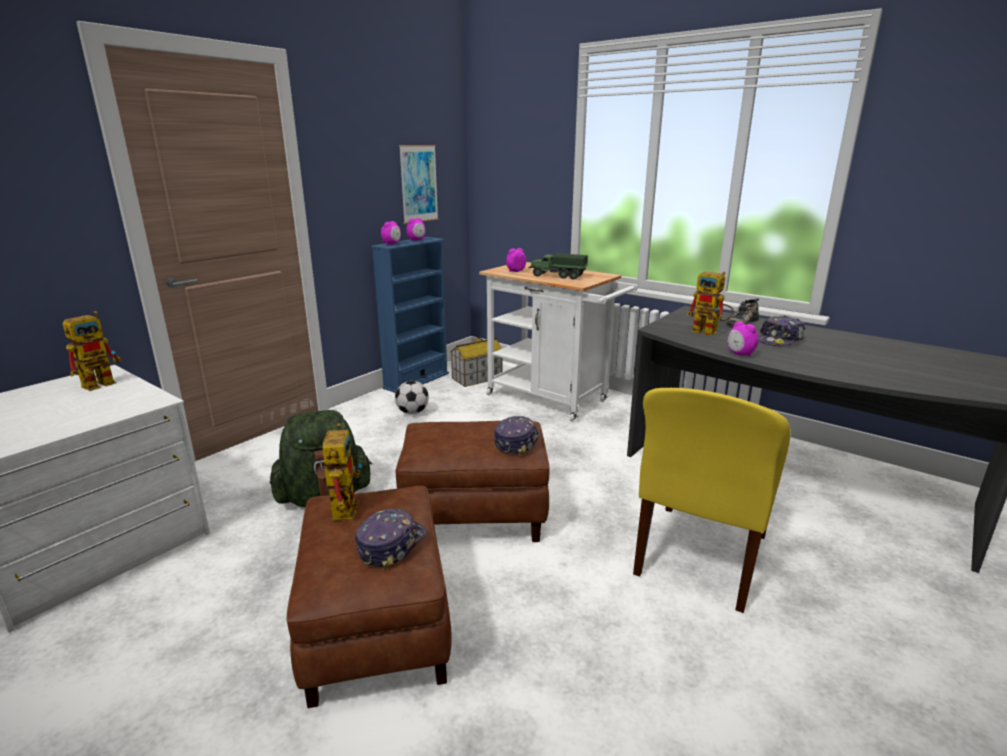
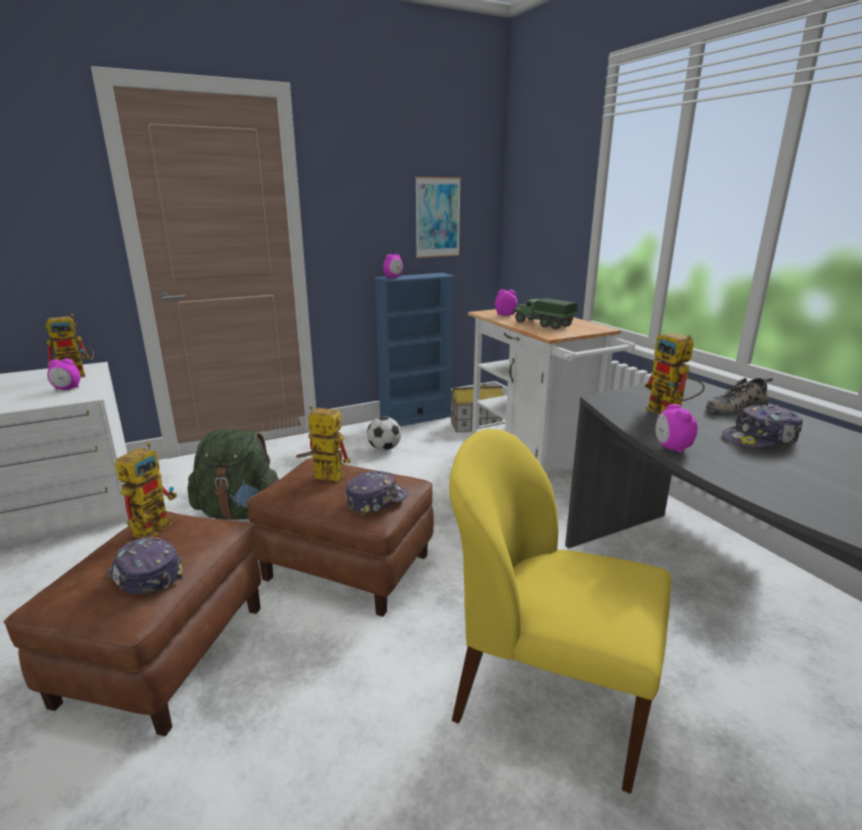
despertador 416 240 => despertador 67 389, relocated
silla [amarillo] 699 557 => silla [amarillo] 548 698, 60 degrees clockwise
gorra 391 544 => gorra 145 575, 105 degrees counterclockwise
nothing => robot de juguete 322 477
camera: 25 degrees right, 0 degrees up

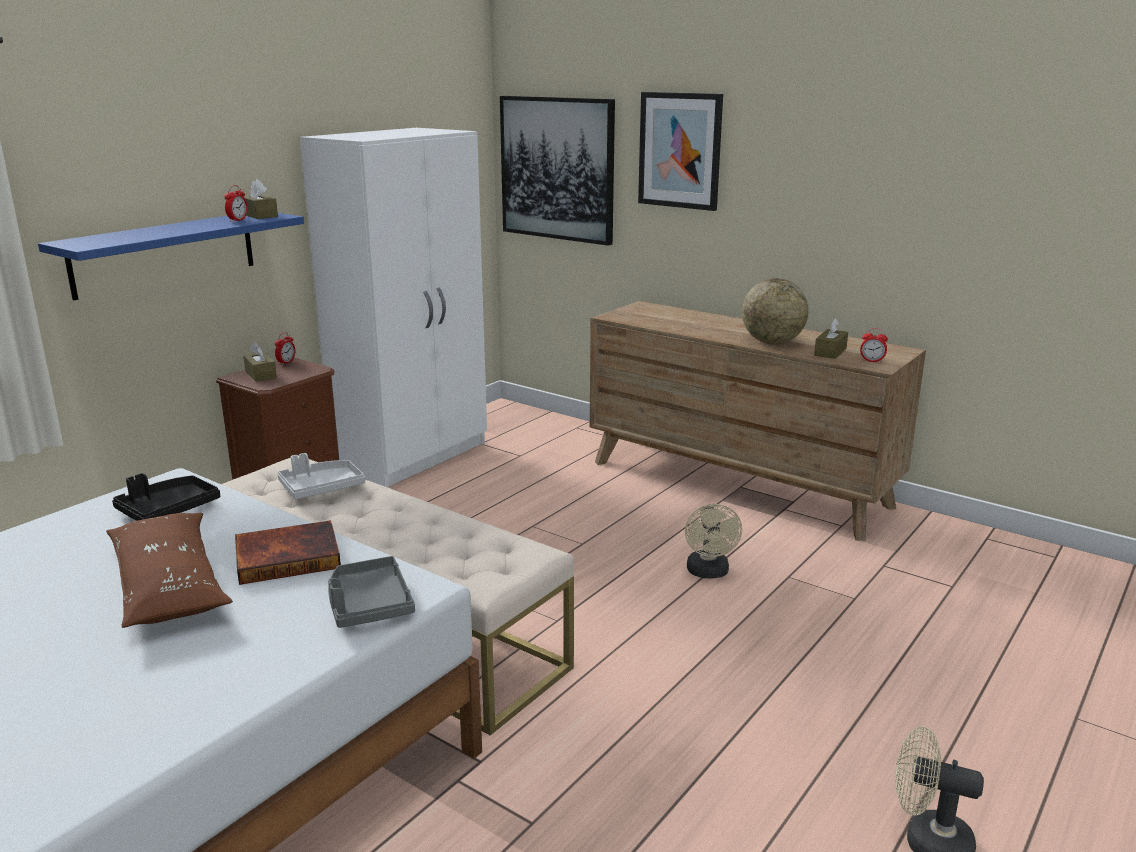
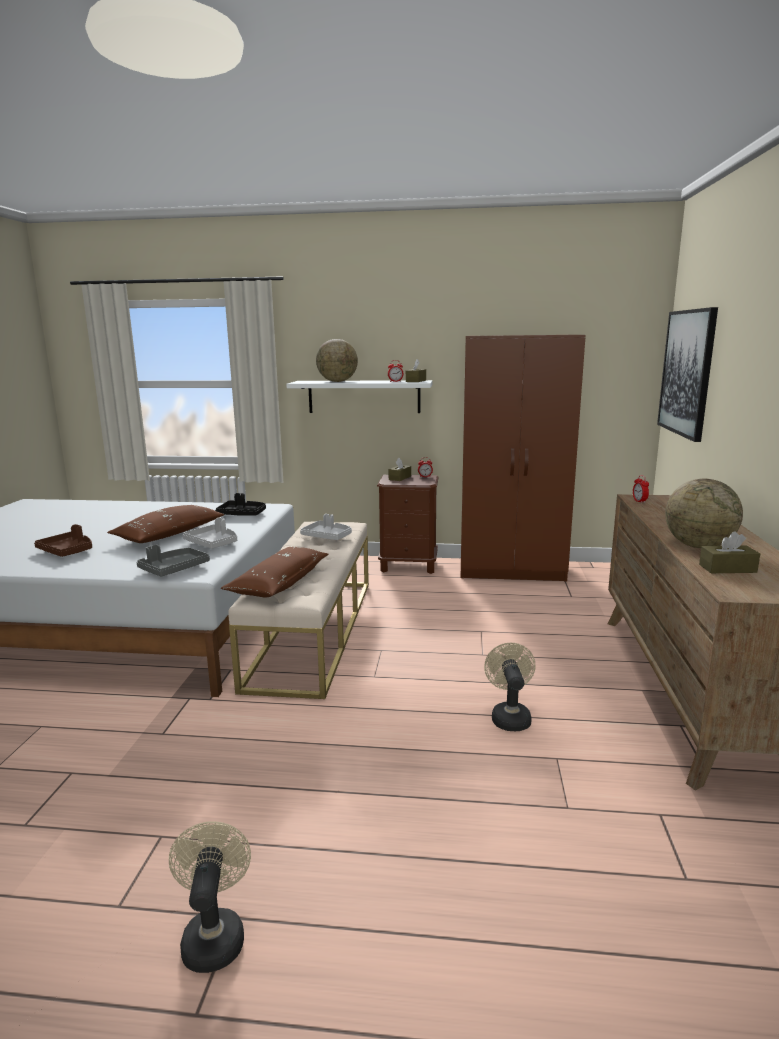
cuadro 680 150 => nothing
armario ropero [blanco] 414 456 => armario ropero [marrón] 512 570
estante [azul] 165 253 => estante [blanco] 364 396
despertador 872 361 => despertador 639 501, relocated
ventilador [beis] 709 573 => ventilador [beis] 509 716, 120 degrees clockwise
libro 288 556 => bandeja [gris] 213 543
nothing => globo terráqueo 337 381
nothing => bandeja [marrón] 68 551
nothing => cojín [marrón] 279 583
camera: 60 degrees right, 5 degrees down

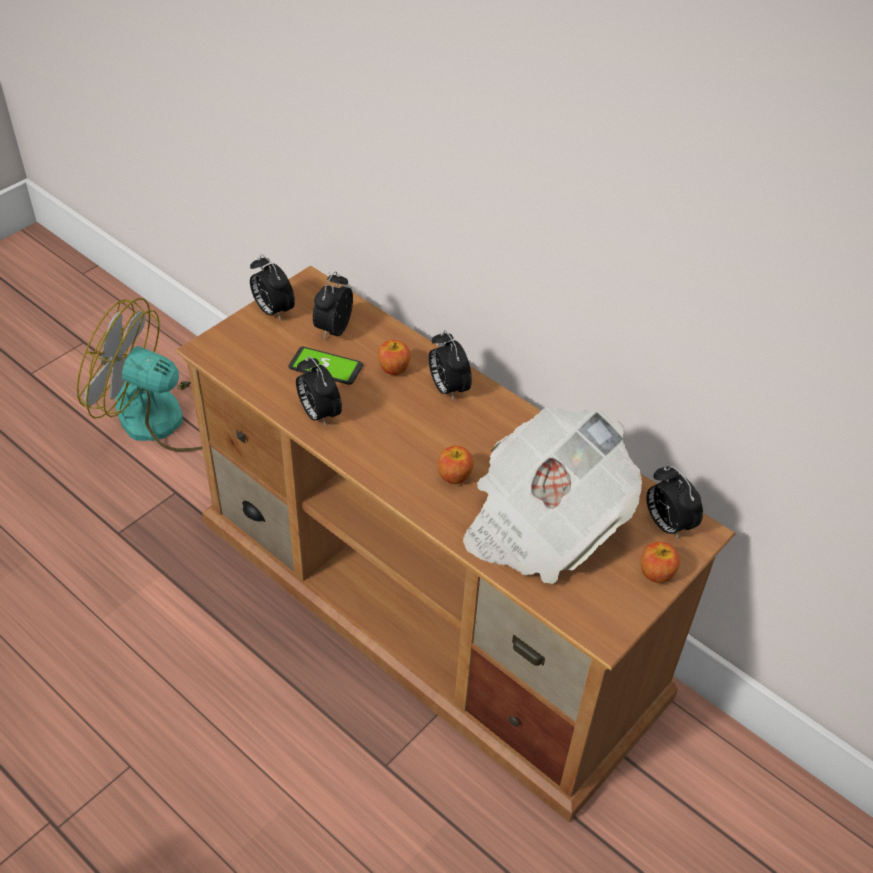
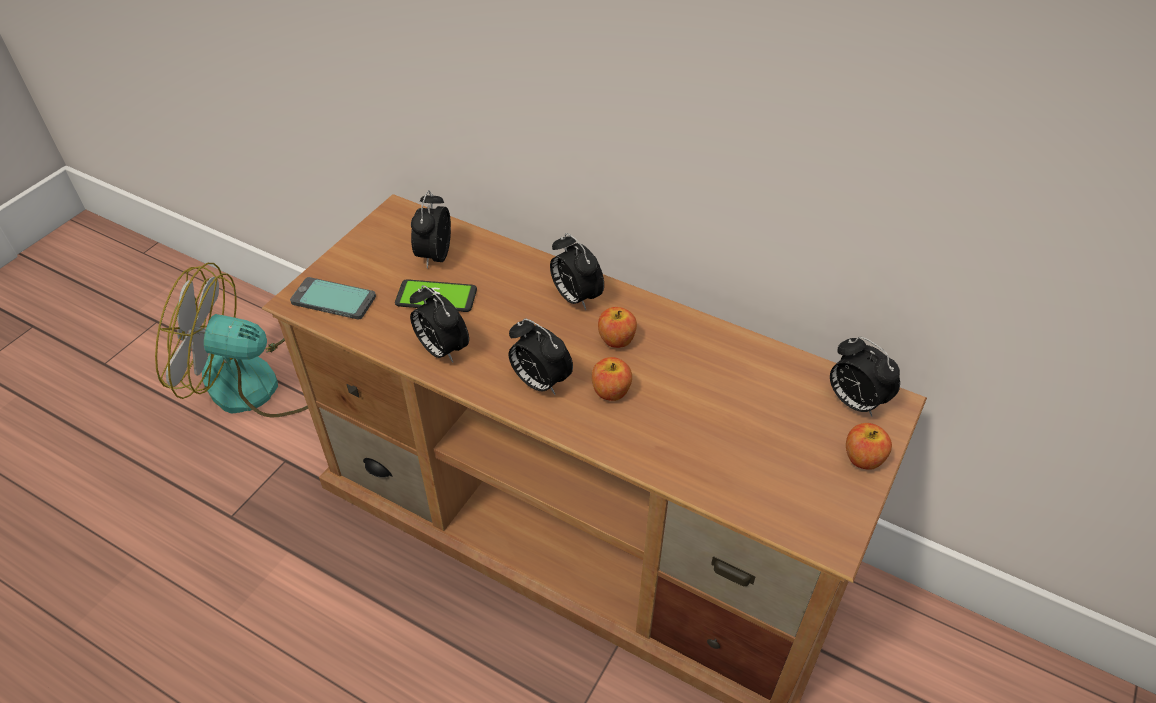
despertador 273 311 => despertador 539 382, relocated
manzana 394 368 => manzana 616 340, relocated
periódico 542 522 => nothing
nothing => móvil 333 300
camera: 10 degrees left, 0 degrees up

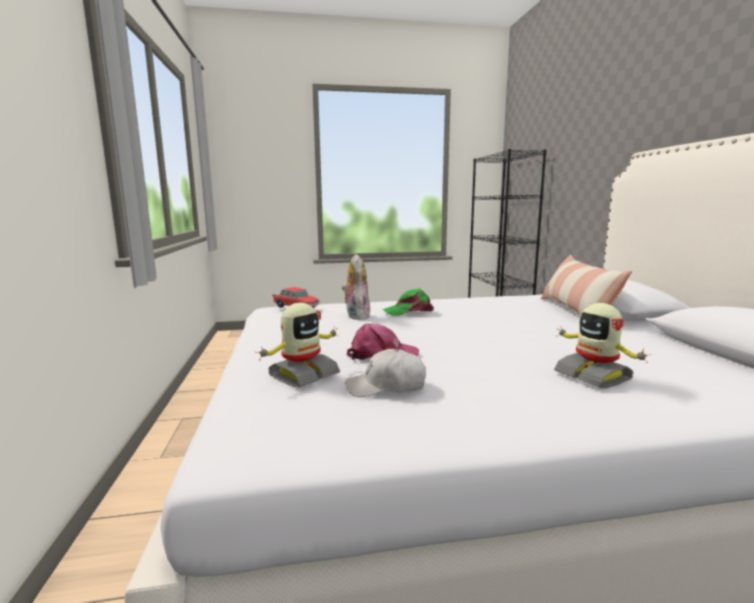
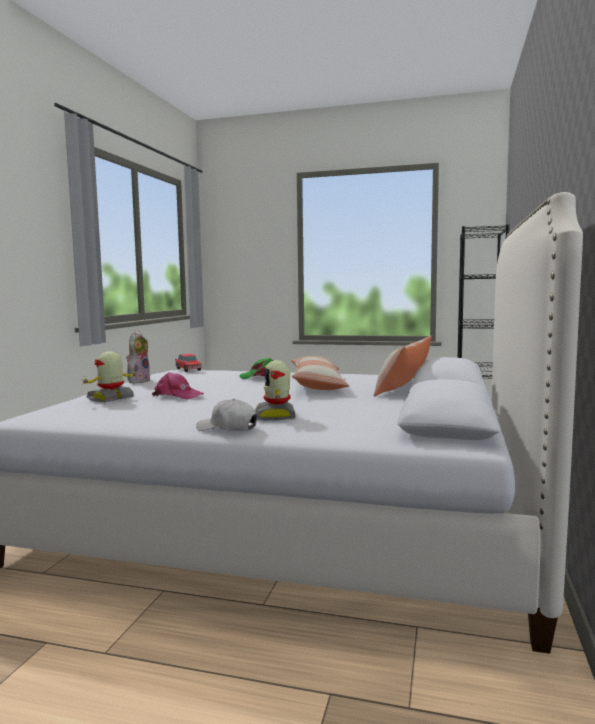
peluche 356 315 => peluche 138 381, relocated
robot de juguete 303 375 => robot de juguete 111 398, 150 degrees clockwise
gorra [blanco] 386 387 => gorra [blanco] 227 428, relocated
nothing => cojín 317 385
camera: 25 degrees right, 5 degrees down

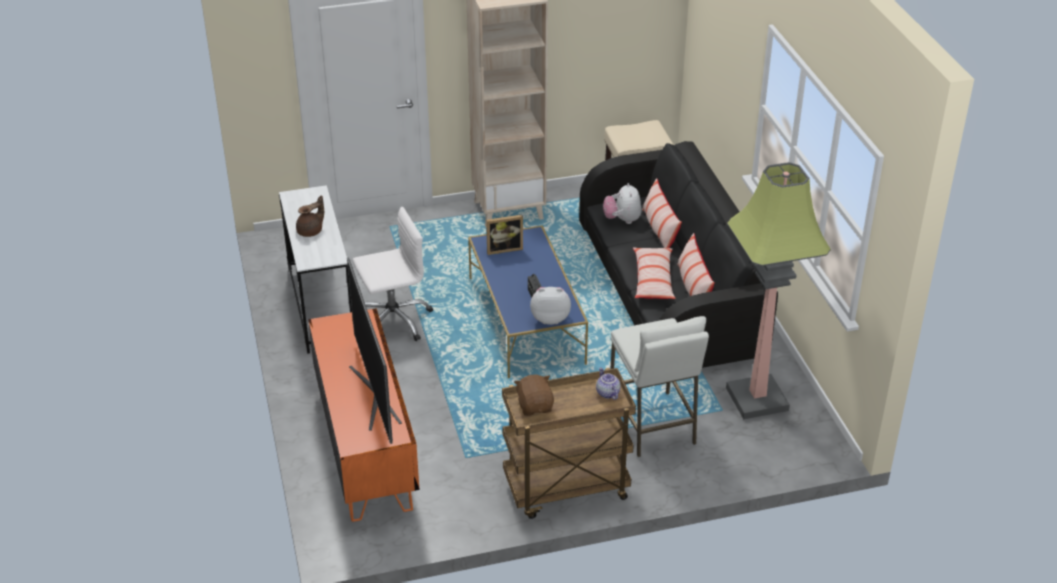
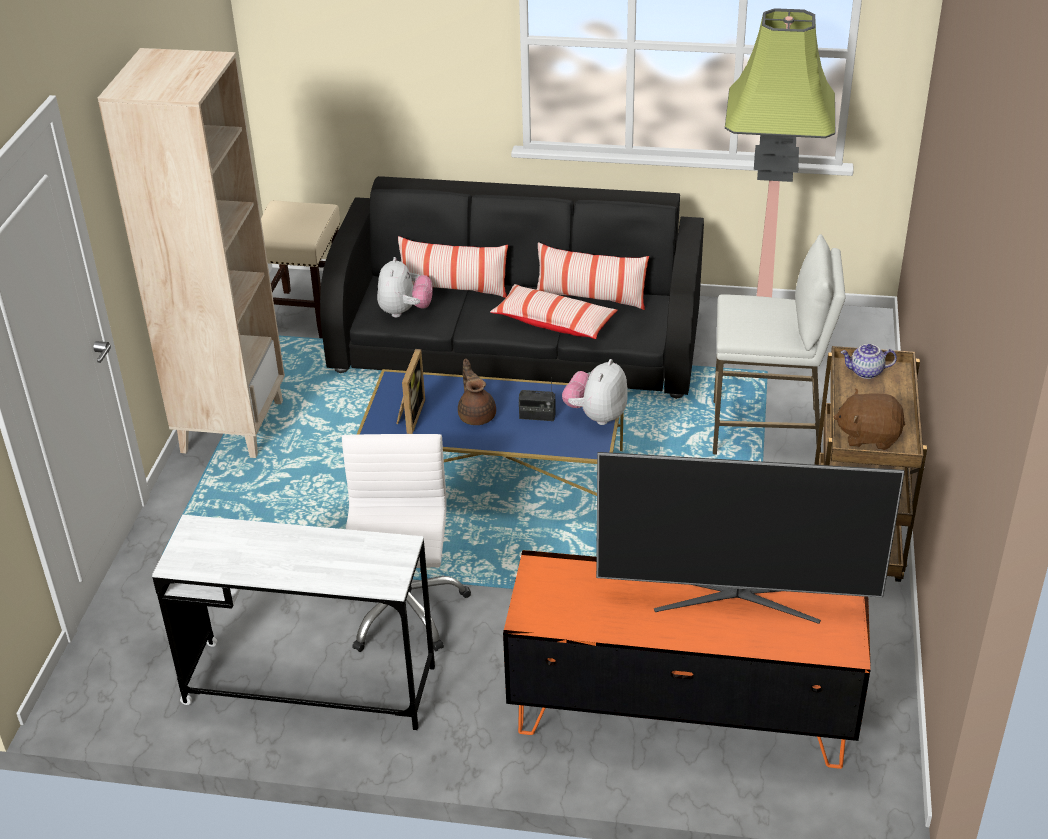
peluche 622 220 => peluche 405 311, 105 degrees counterclockwise
tetera [marrón] 311 231 => tetera [marrón] 477 415, relocated
camera: 65 degrees left, 0 degrees up

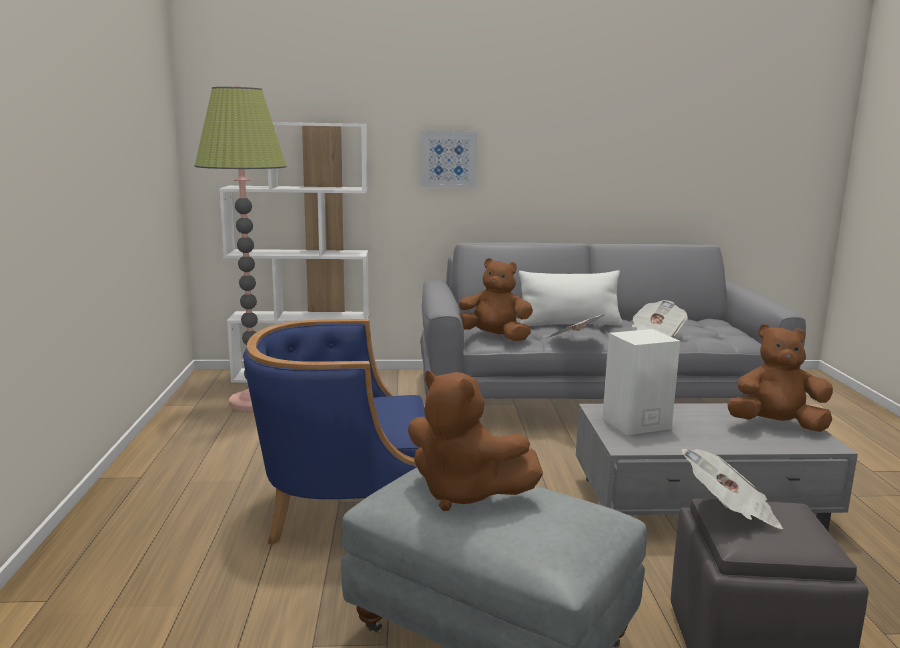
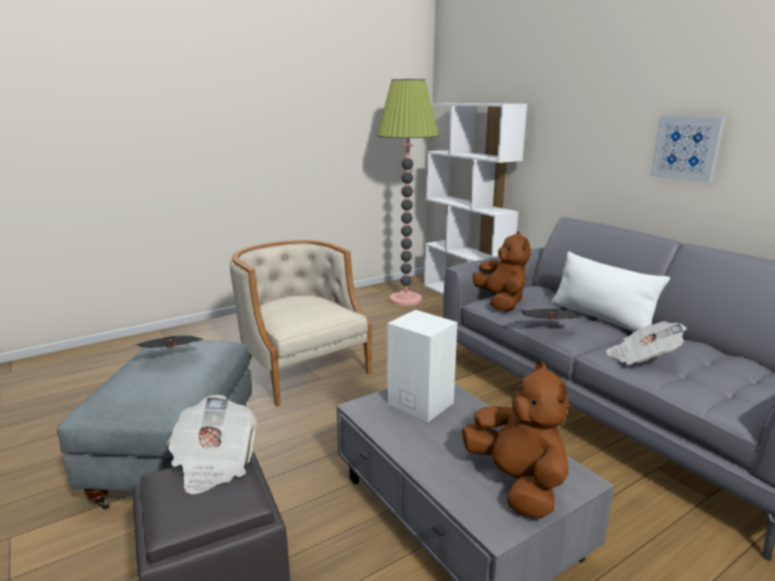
cuadro 448 159 => cuadro 686 148, relocated
sillón [azul] 346 507 => sillón [beis] 301 368
peluche [marrón] 464 494 => periódico 172 358
camera: 60 degrees right, 5 degrees up

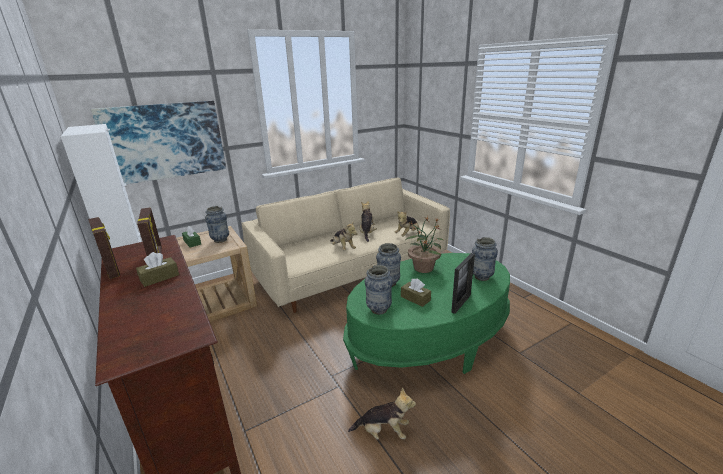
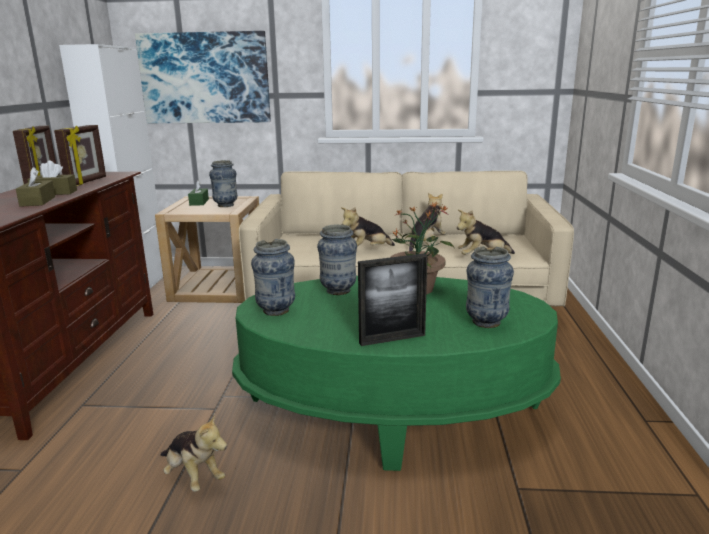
peluche 343 248 => peluche 366 251, 60 degrees clockwise
caja de pañuelos [marrón] 415 298 => caja de pañuelos [marrón] 38 201, relocated
camera: 35 degrees right, 5 degrees down

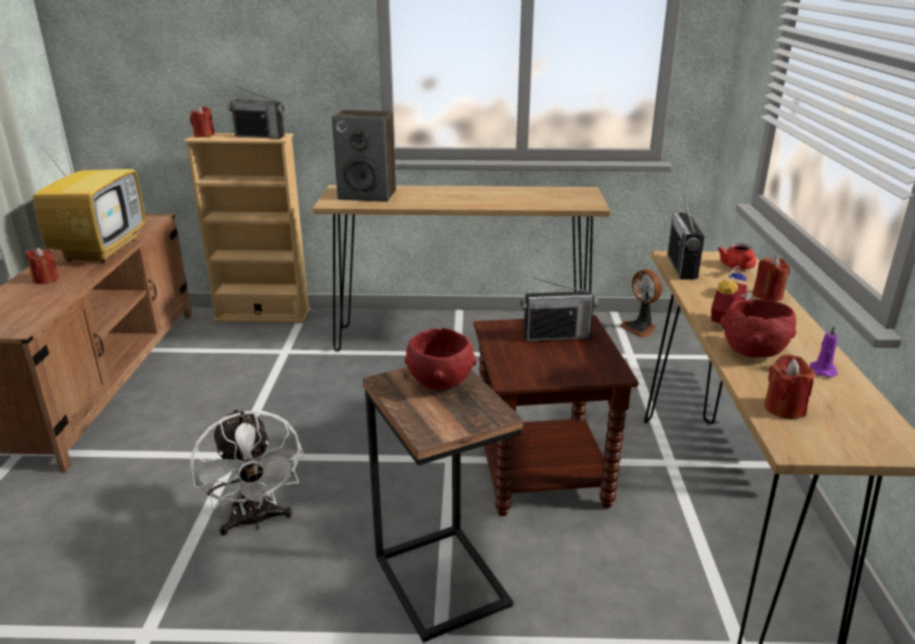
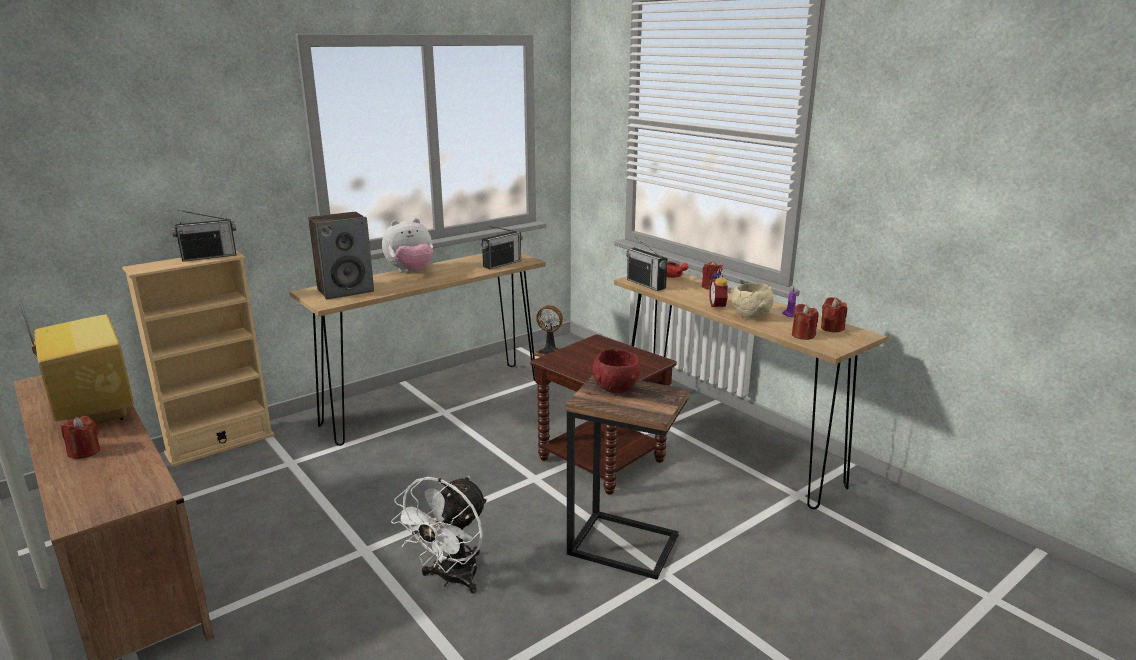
vela [rojo] 204 135 => vela [rojo] 832 328, relocated
radio 556 336 => radio 502 264, relocated
cuenco [rojo] 754 352 => cuenco [beis] 751 316
ventilador [blanco] 256 521 => ventilador [blanco] 451 579, 90 degrees clockwise
nothing => peluche 411 272
camera: 40 degrees left, 5 degrees down

